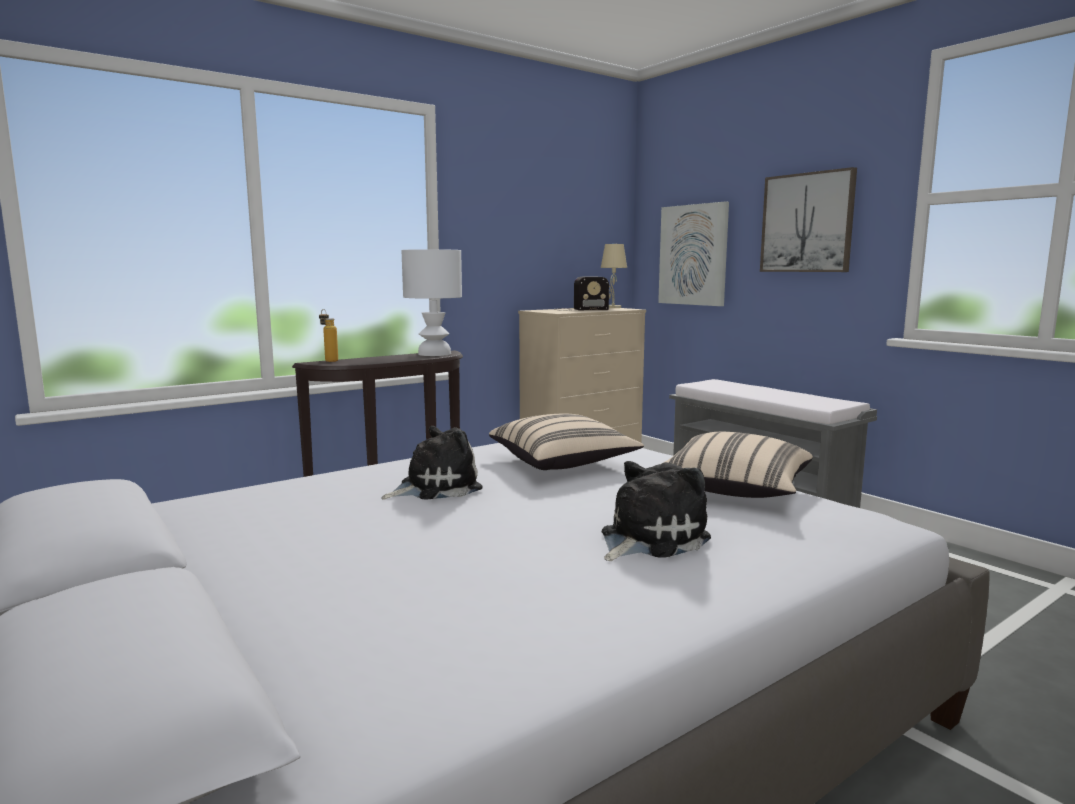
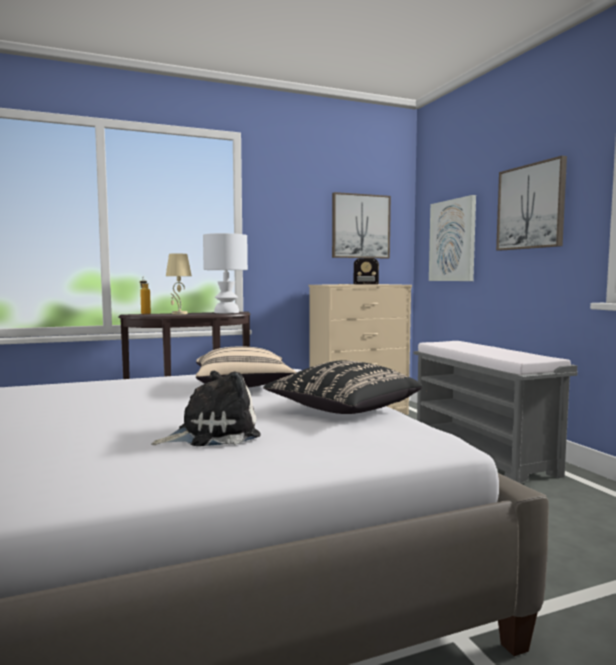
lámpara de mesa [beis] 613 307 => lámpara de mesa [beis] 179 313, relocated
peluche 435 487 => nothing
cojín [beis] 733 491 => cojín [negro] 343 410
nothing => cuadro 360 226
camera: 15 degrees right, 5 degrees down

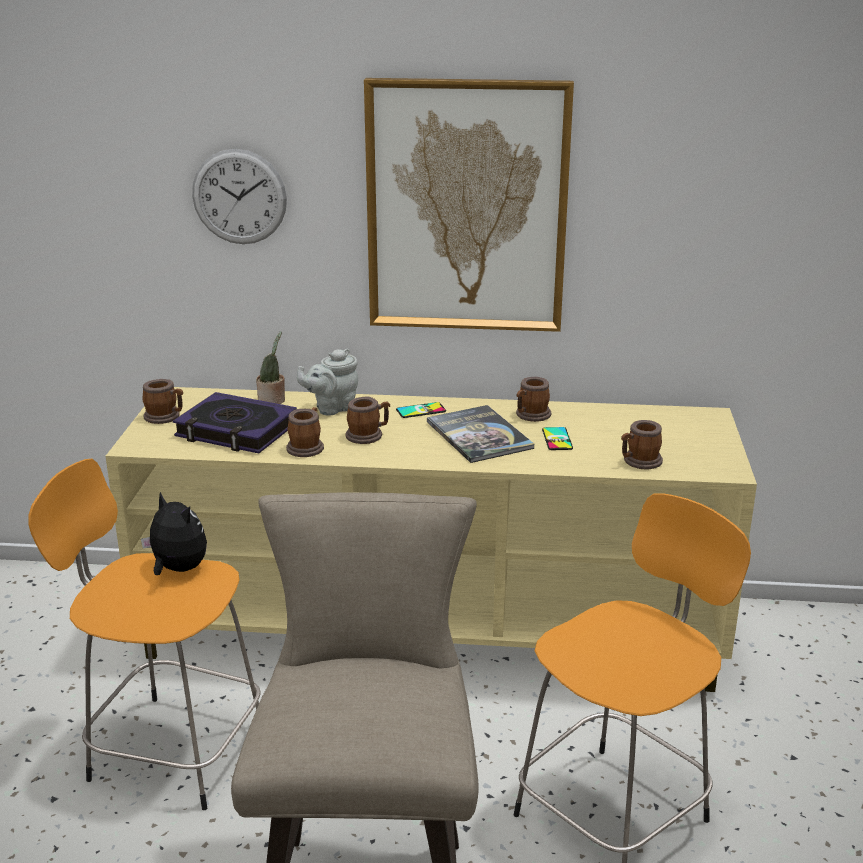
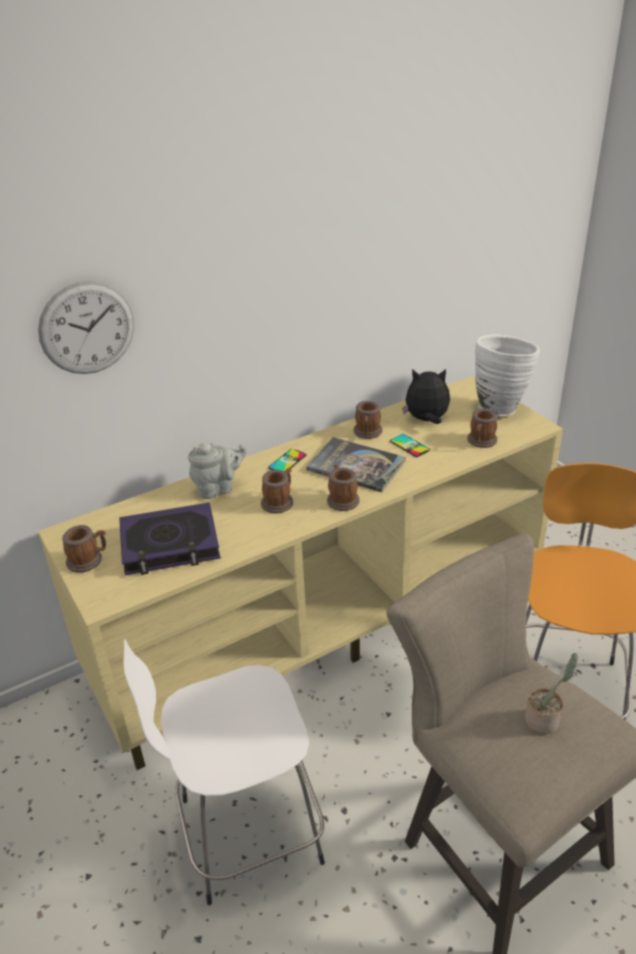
cuadro 467 207 => nothing
planta en maceta 273 400 => planta en maceta 544 720, relocated
tetera [gris] 332 408 => tetera [gris] 218 489, 135 degrees counterclockwise
taza grande 307 447 => taza grande 341 499, relocated
taburete [naranja] 172 749 => taburete [blanco] 245 832
peluche 177 569 => peluche 426 420, relocated
nothing => florero [blanco] 500 407
camera: 35 degrees left, 10 degrees up

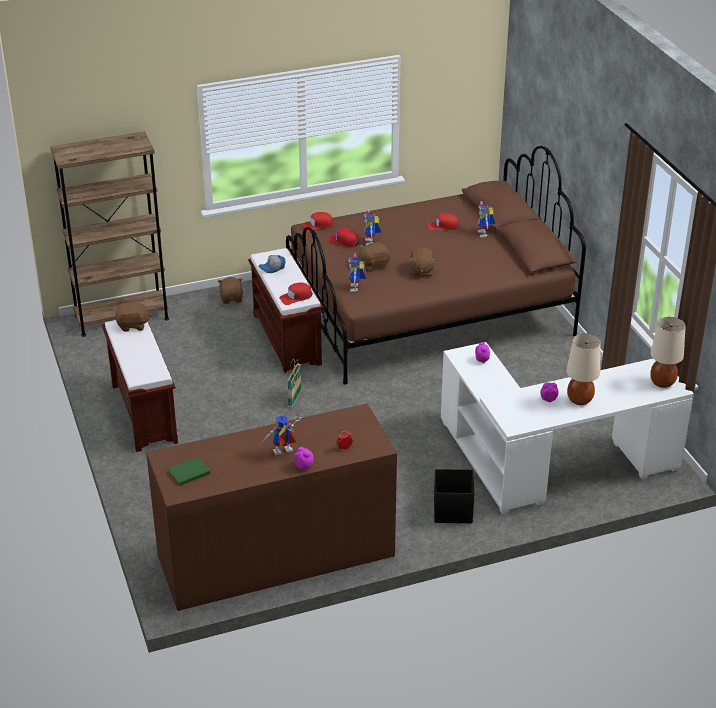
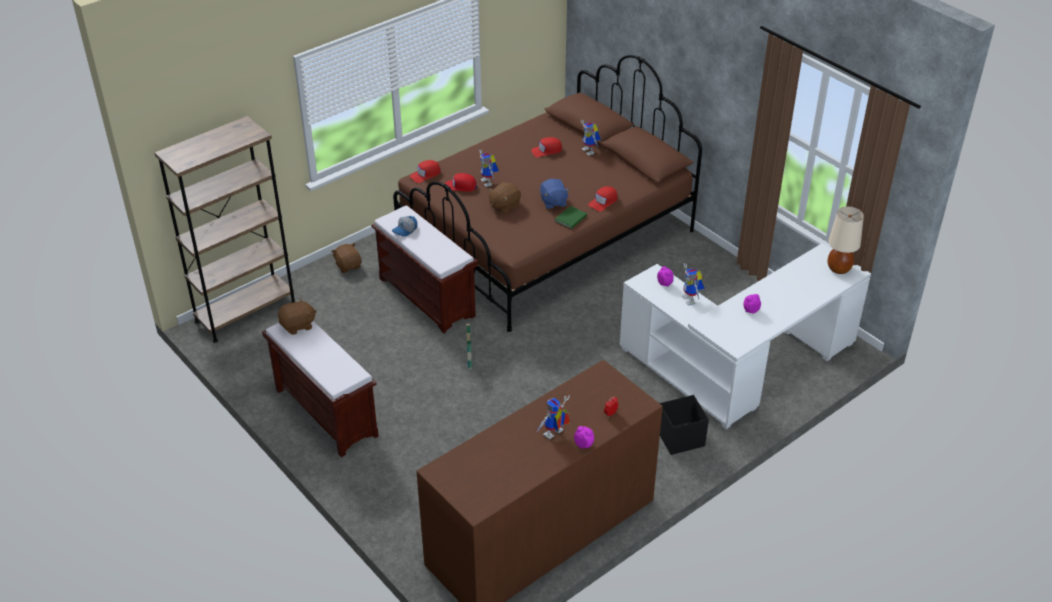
peluche [marrón] 421 271 => peluche [azul] 553 202
robot de juguete 356 289 => robot de juguete 691 300, relocated
gorra [rojo] 296 297 => gorra [rojo] 603 202, relocated
lámpara de mesa [beis] 579 400 => nothing
libro [verde] 188 472 => libro [verde] 569 219, relocated
camera: 20 degrees left, 5 degrees up

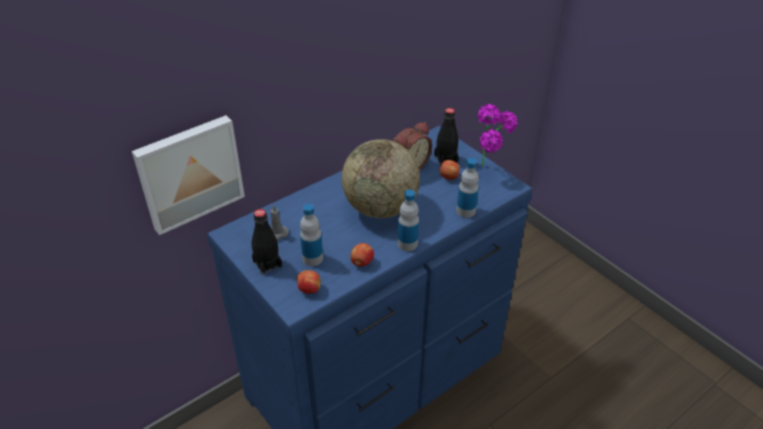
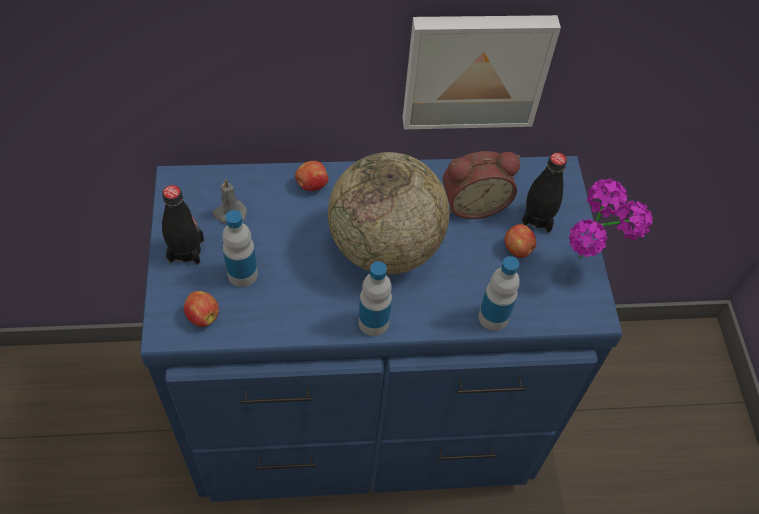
cuadro 189 172 => cuadro 475 69, relocated
manzana 361 263 => manzana 311 185, relocated
camera: 30 degrees right, 15 degrees up

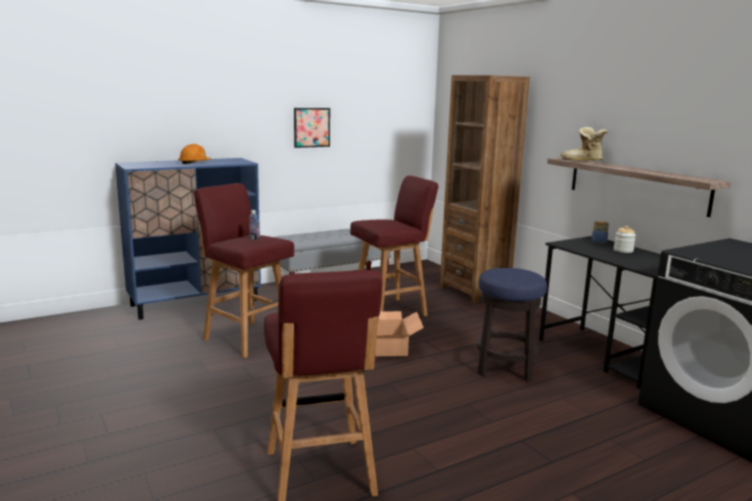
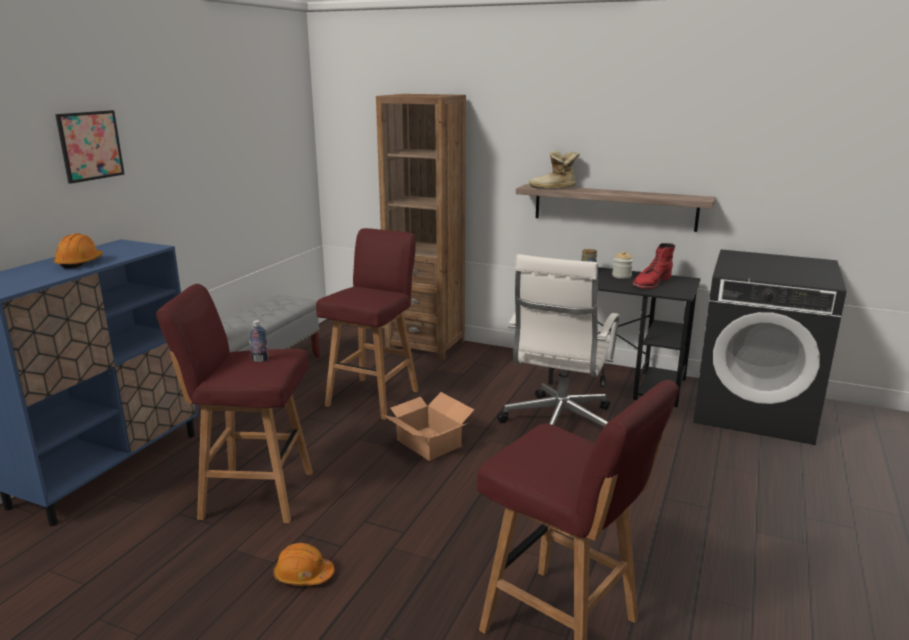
cuadro 311 127 => cuadro 90 145, relocated
taburete 504 367 => silla de oficina [blanco] 559 425
nothing => bota [rojo] 651 283
nothing => casco [naranja] 303 575
camera: 35 degrees left, 5 degrees up

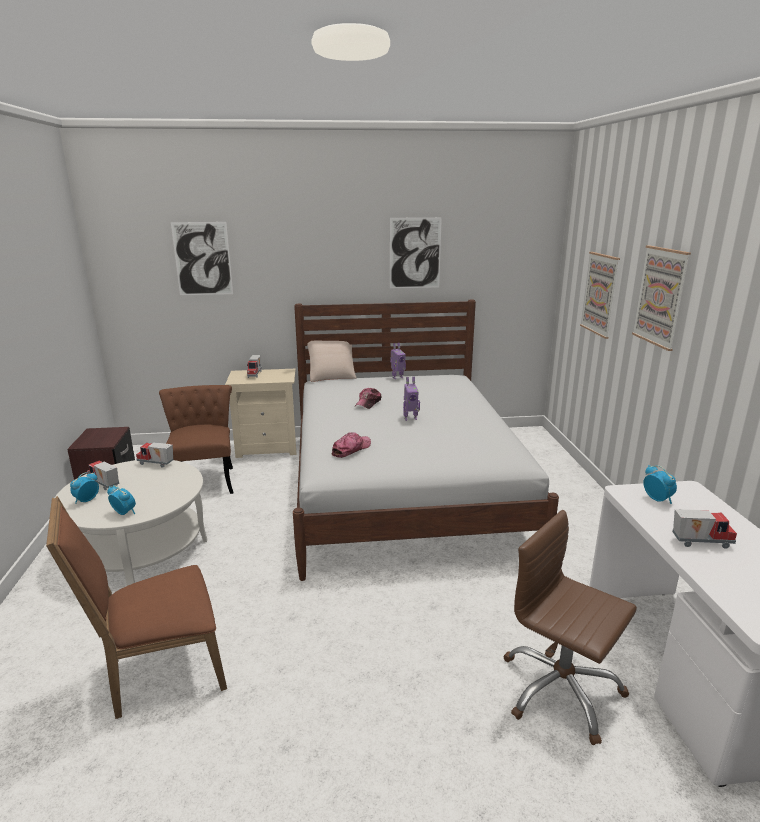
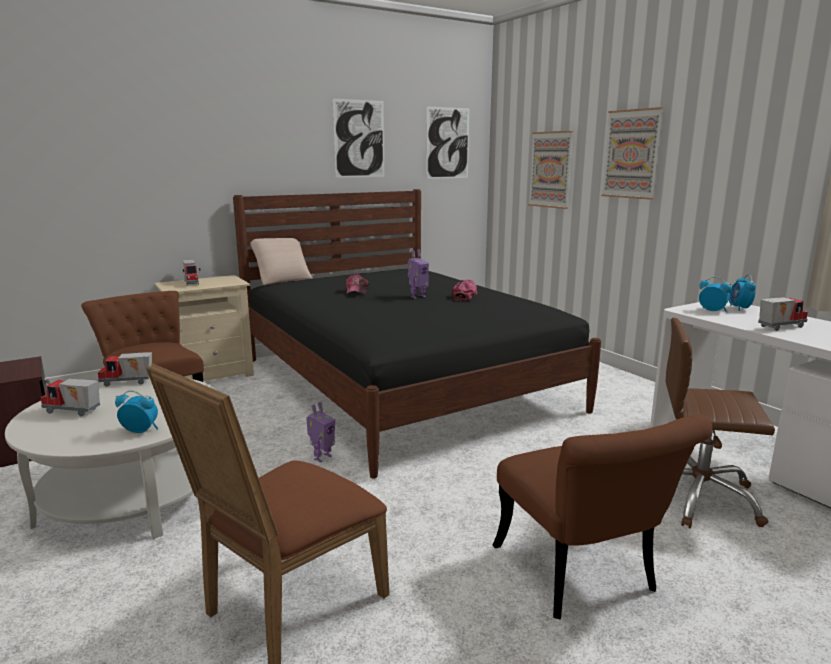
cuadro 202 259 => cuadro 447 143, relocated
cama [blanco] 402 488 => cama [negro] 402 383
robot de juguete 397 377 => robot de juguete 322 457, relocated
gorra 351 449 => gorra 465 296, relocated
despertador 86 500 => despertador 739 308, relocated
nothing => silla [marrón] 583 578
camera: 25 degrees left, 5 degrees down

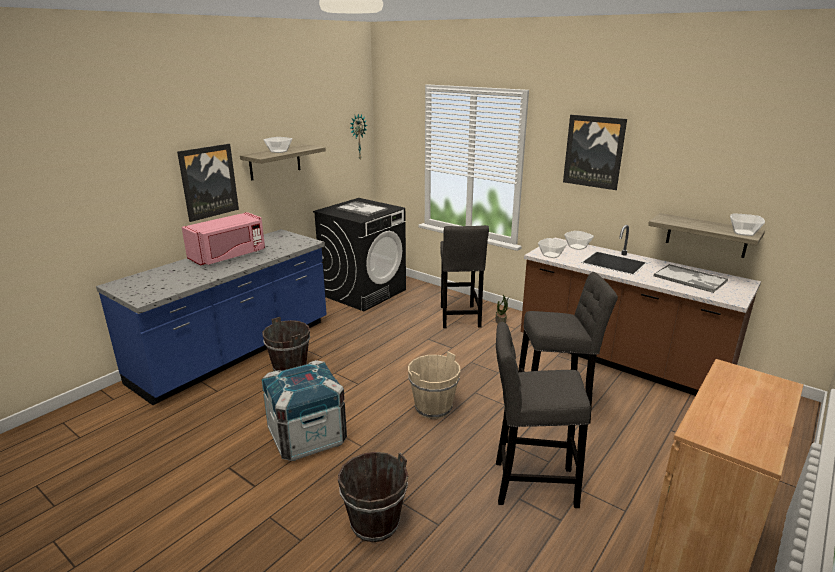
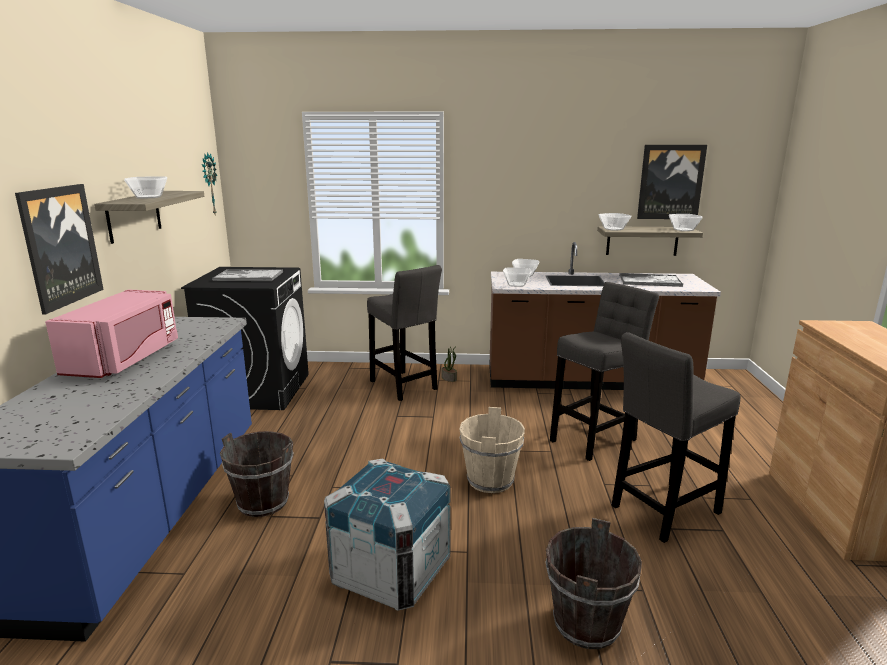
cuadro 594 151 => cuadro 670 182, relocated
nothing => cuenco 613 229
camera: 35 degrees left, 5 degrees down

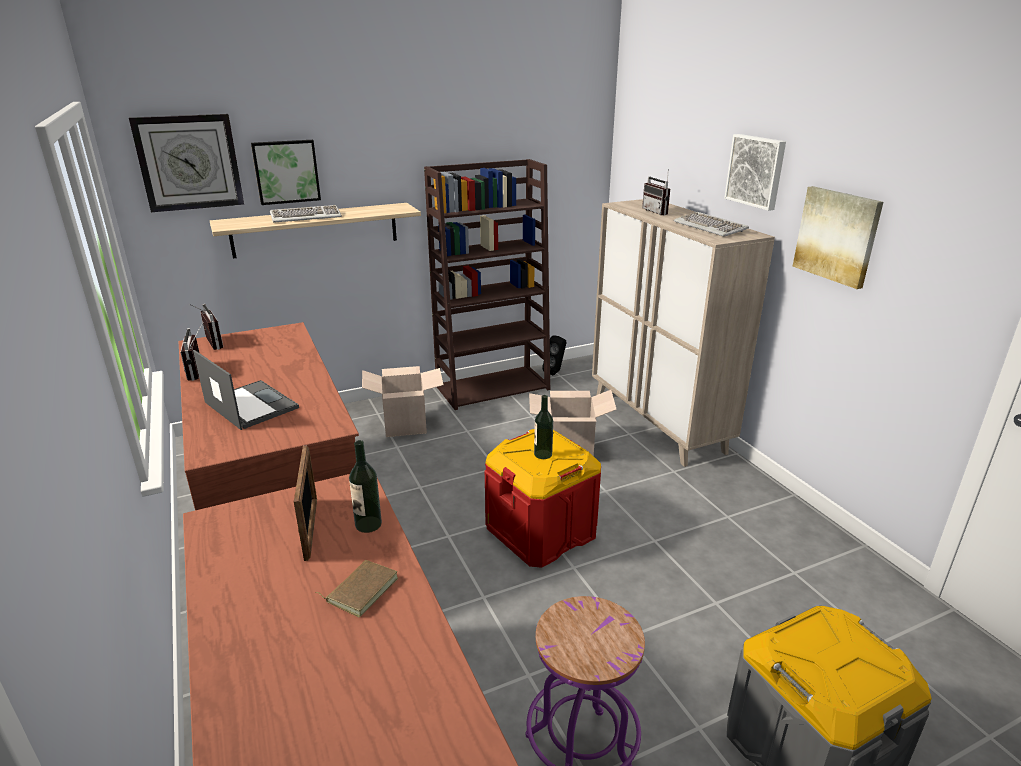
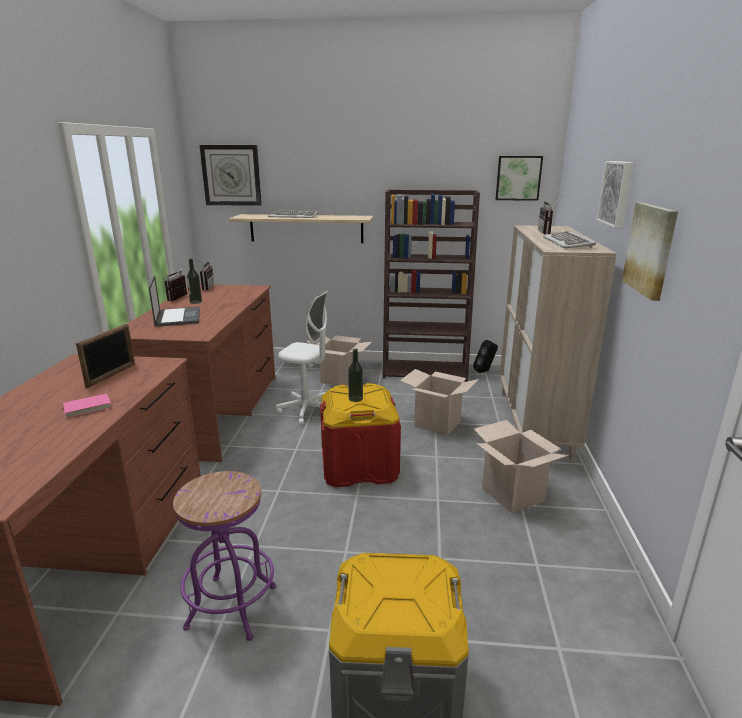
cuadro 286 171 => cuadro 518 178, relocated
botella 368 524 => botella 196 302, relocated
libro [marrón] 361 589 => libro [rosa] 87 407
nothing => silla de oficina [blanco] 307 411
nothing => caja de cartón 512 494
camera: 30 degrees right, 5 degrees down

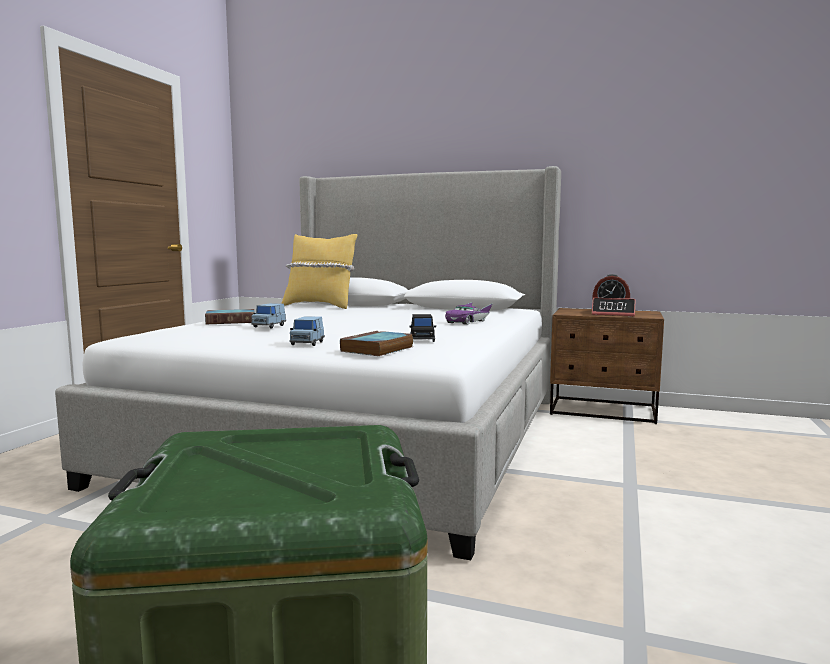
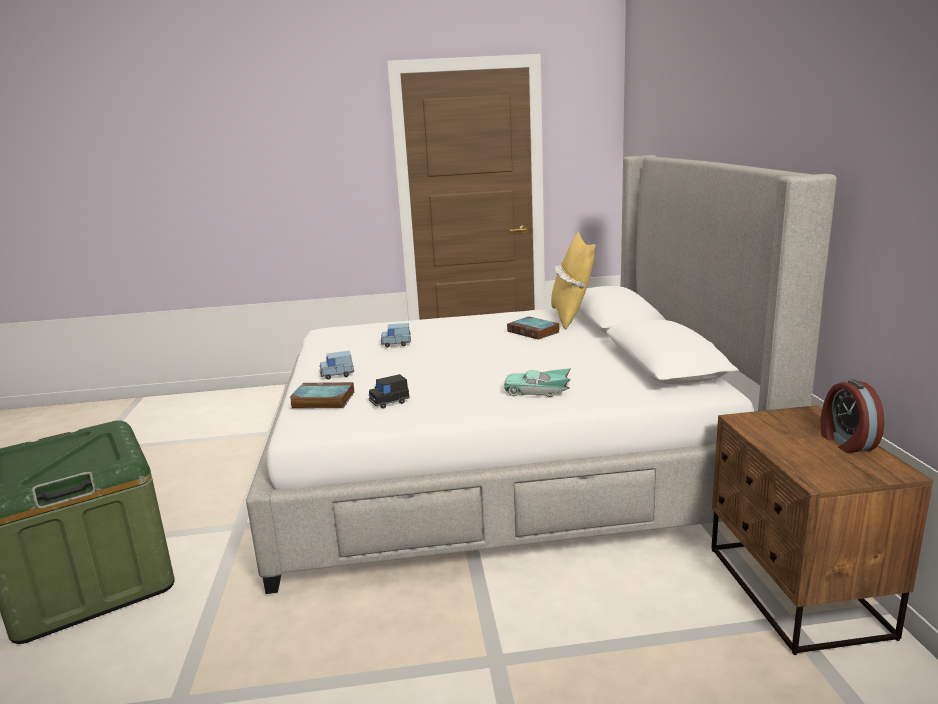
despertador 613 314 => nothing
coche de juguete [morado] 468 321 => coche de juguete [turquesa] 537 391
libro 232 321 => libro 534 332, relocated
camera: 65 degrees right, 10 degrees up

